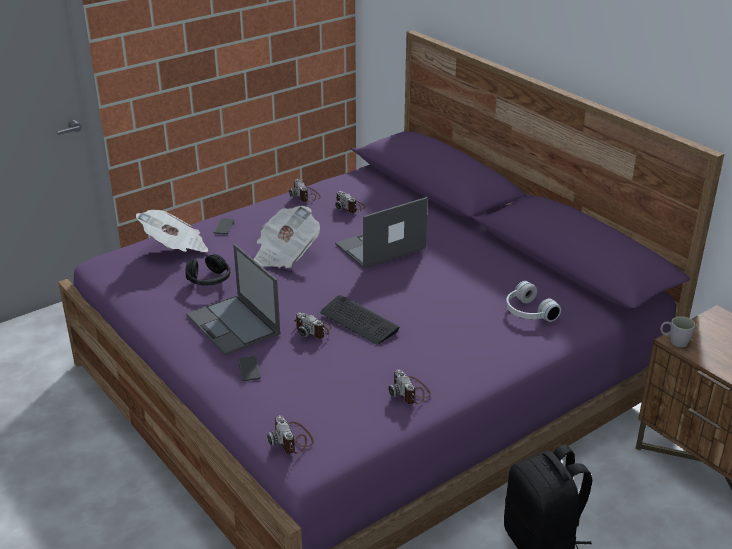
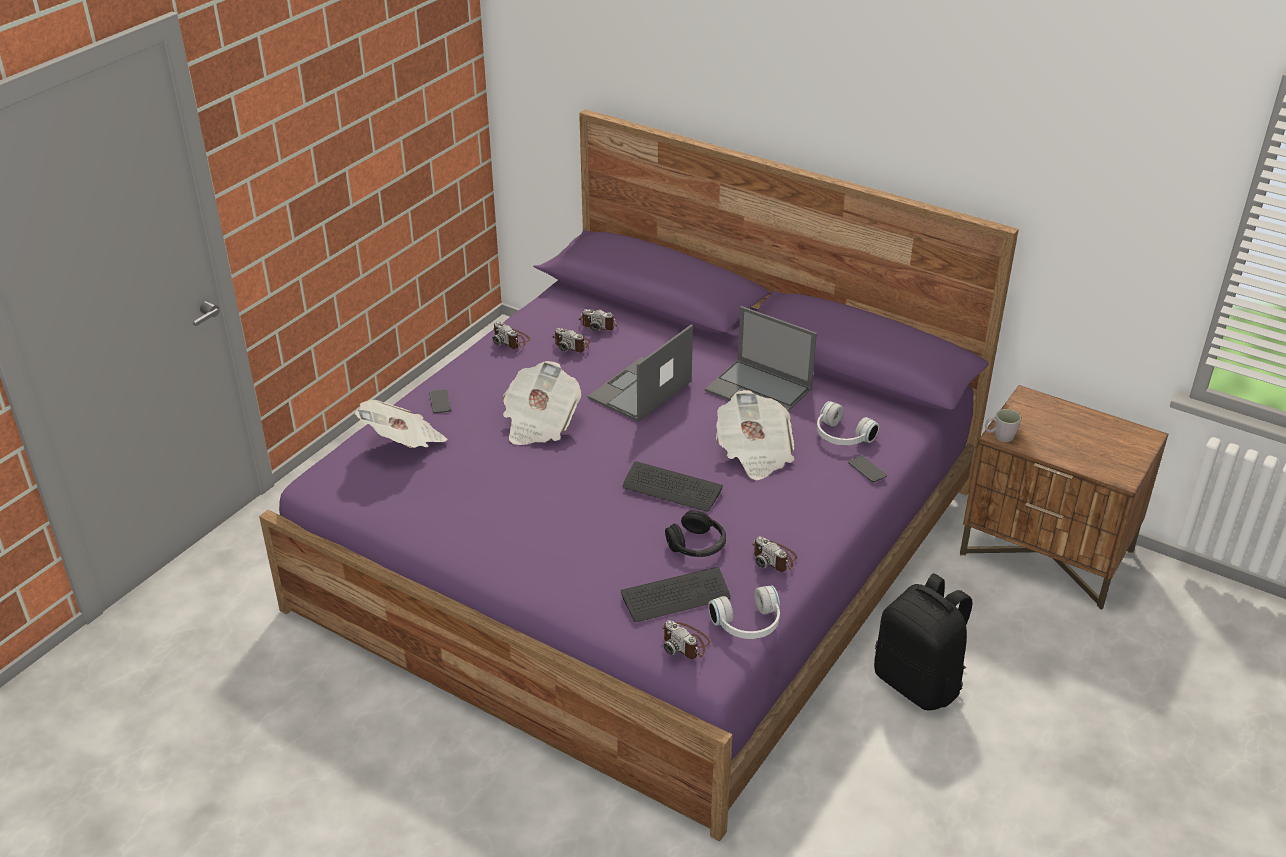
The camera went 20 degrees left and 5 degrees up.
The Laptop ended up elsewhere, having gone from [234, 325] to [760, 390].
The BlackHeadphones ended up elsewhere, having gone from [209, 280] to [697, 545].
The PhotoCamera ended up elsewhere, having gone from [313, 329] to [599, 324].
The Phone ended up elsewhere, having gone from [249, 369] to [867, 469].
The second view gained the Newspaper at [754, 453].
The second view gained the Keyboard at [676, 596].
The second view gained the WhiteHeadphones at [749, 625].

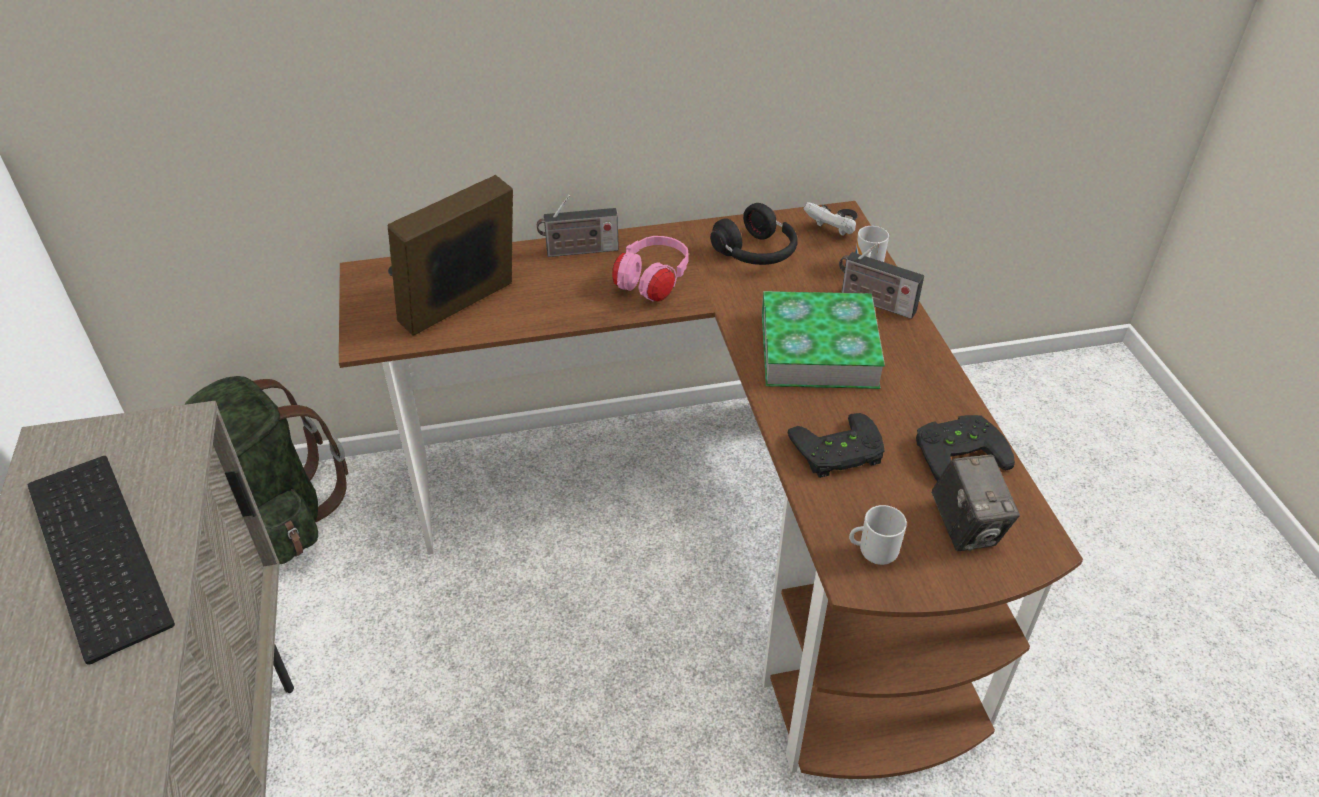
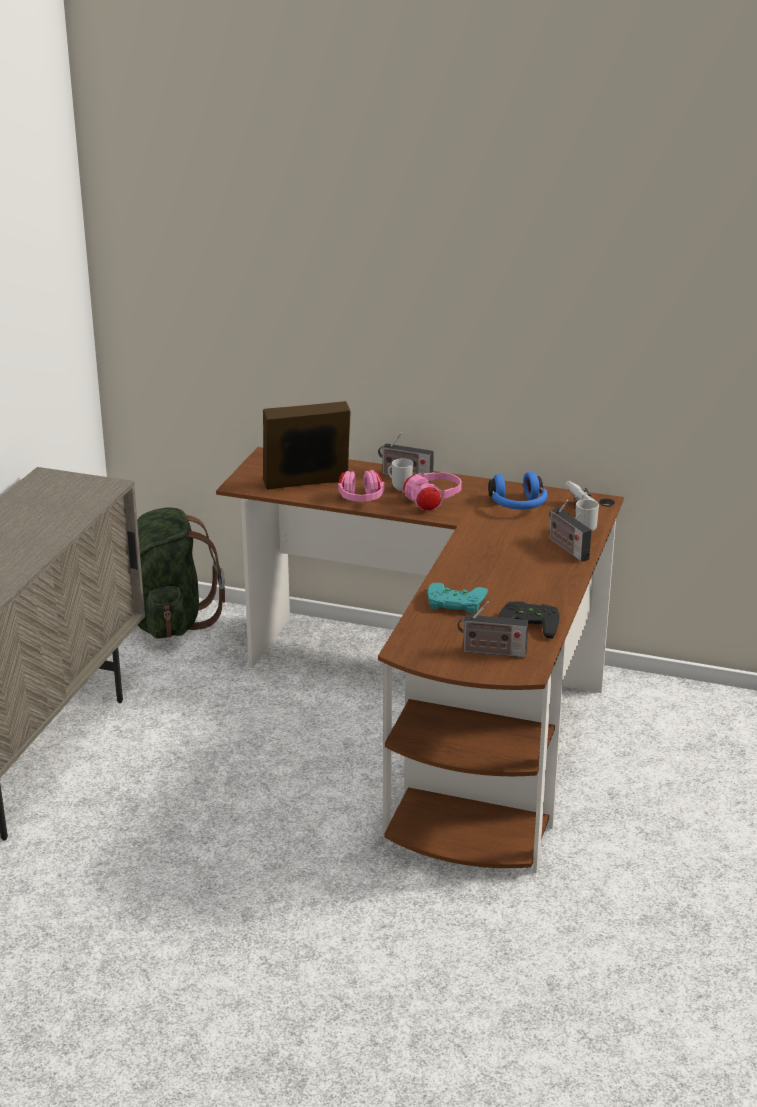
The camera went 30 degrees right and 15 degrees down.
What was the BlackHeadphones at [756, 254] turned into the BlueHeadphones at [518, 506].
The second view lost the Book at [818, 349].
What was the BlackGameController at [838, 454] turned into the TurquoiseGameController at [455, 603].
Where the PhotoCamera stood at [966, 527], the Radio came to stand at [491, 652].
The second view lost the Keyboard at [92, 553].
The Mug ended up elsewhere, having gone from [874, 553] to [401, 488].
The second view gained the PinkHeadphones at [361, 502].

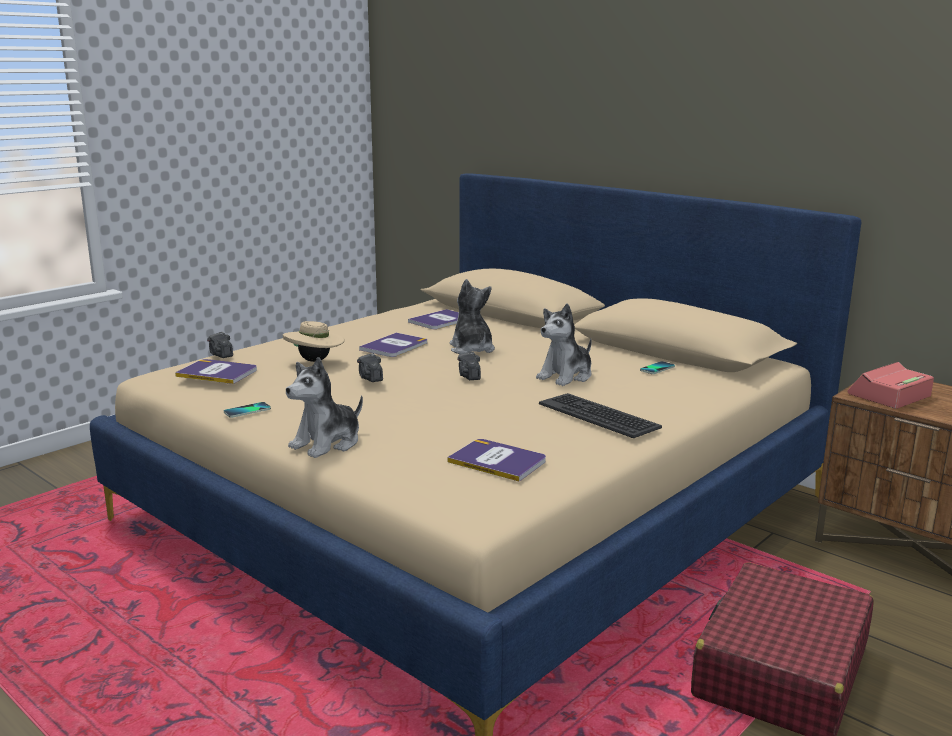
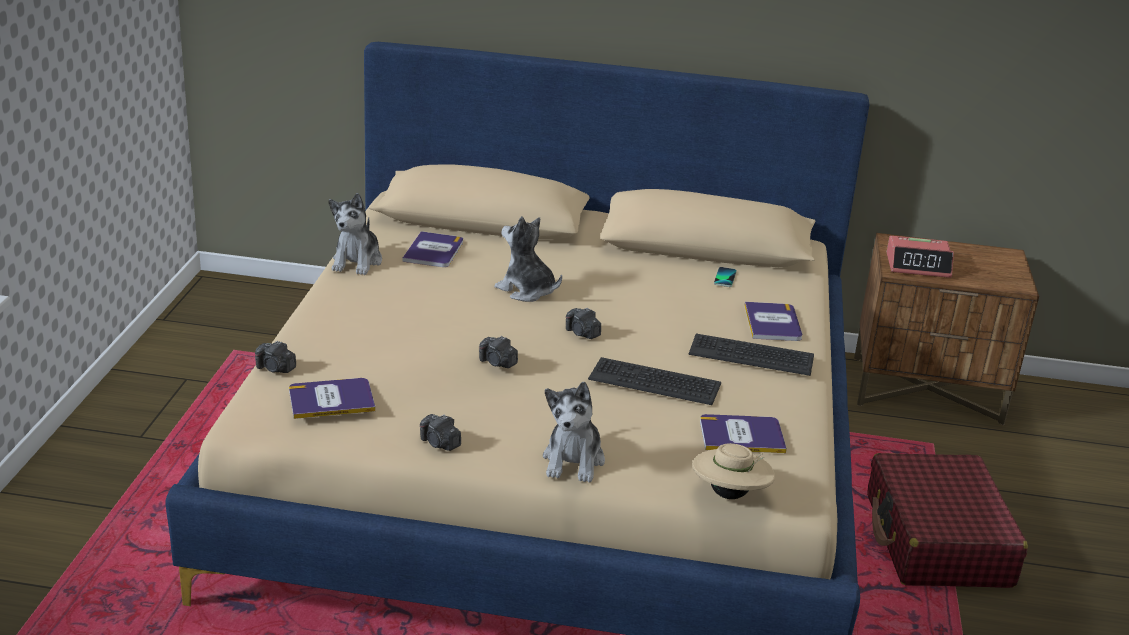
The camera went 35 degrees left and 10 degrees up.
The PlushToy ended up elsewhere, having gone from [566, 376] to [357, 261].
The BeigeHat ended up elsewhere, having gone from [315, 361] to [730, 495].
The Book ended up elsewhere, having gone from [394, 346] to [772, 323].
The AlarmClock at [889, 396] ended up facing another way, 105 degrees counterclockwise from before.
Where the Phone stood at [247, 411], the PhotoCamera came to stand at [439, 443].
The second view gained the Keyboard at [655, 382].

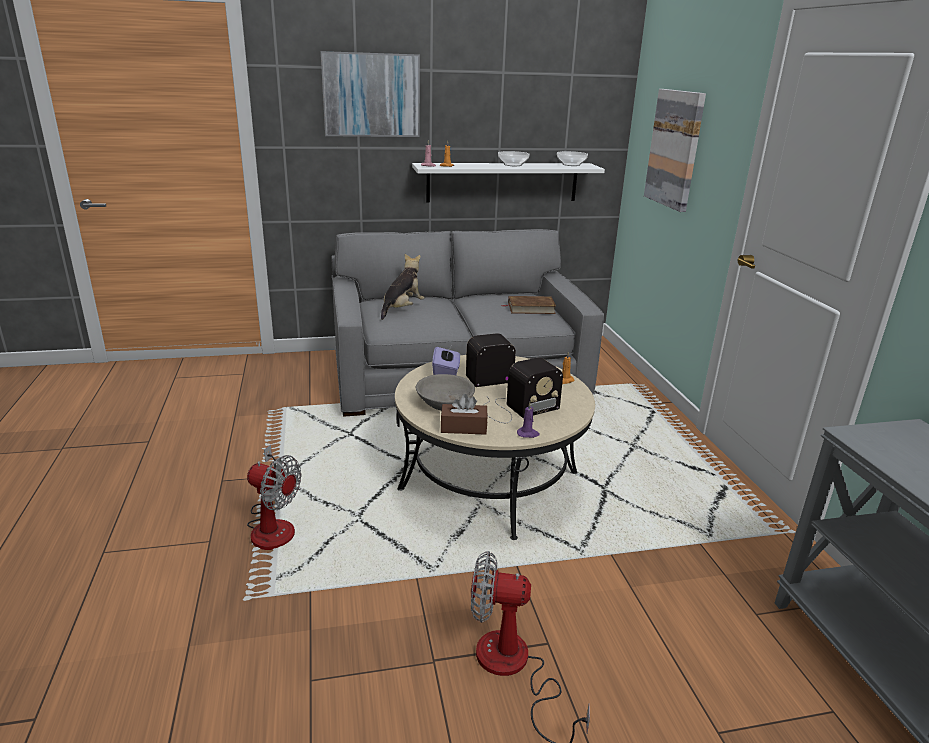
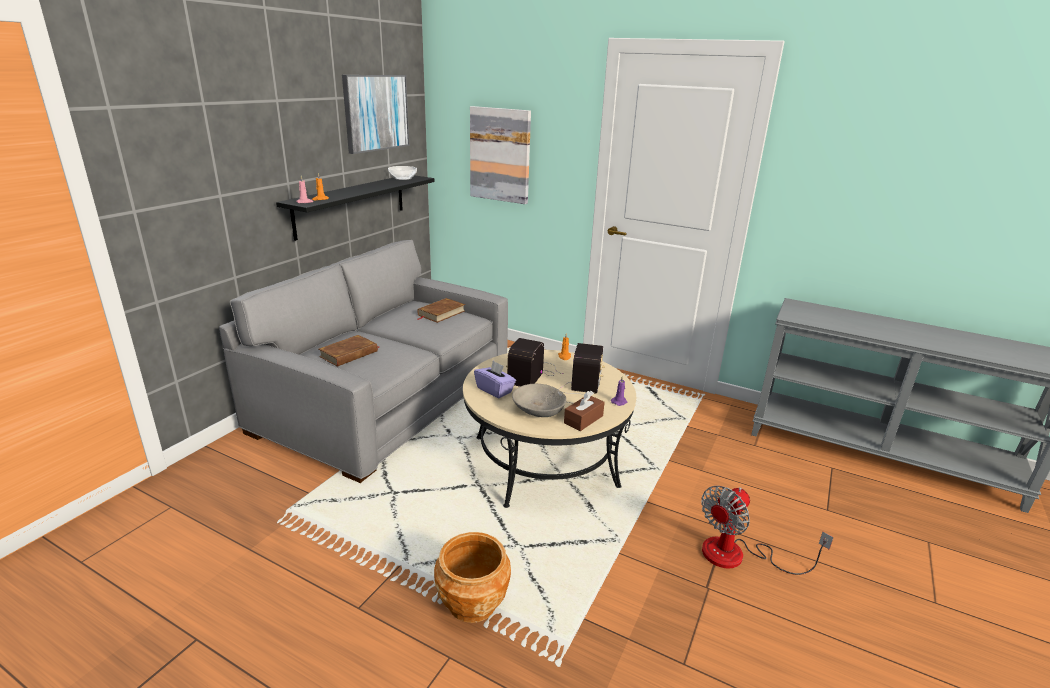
The camera went 50 degrees left and 0 degrees up.
The Picture ended up elsewhere, having gone from [371, 95] to [376, 112].
The second view lost the Bowl at [512, 165].
What was the WhiteShelf at [502, 182] turned into the BlackShelf at [351, 205].
Where the PlushToy stood at [402, 309], the BrownBook came to stand at [349, 354].
Where the Fan stood at [273, 525], the BrownPlanter came to stand at [472, 601].

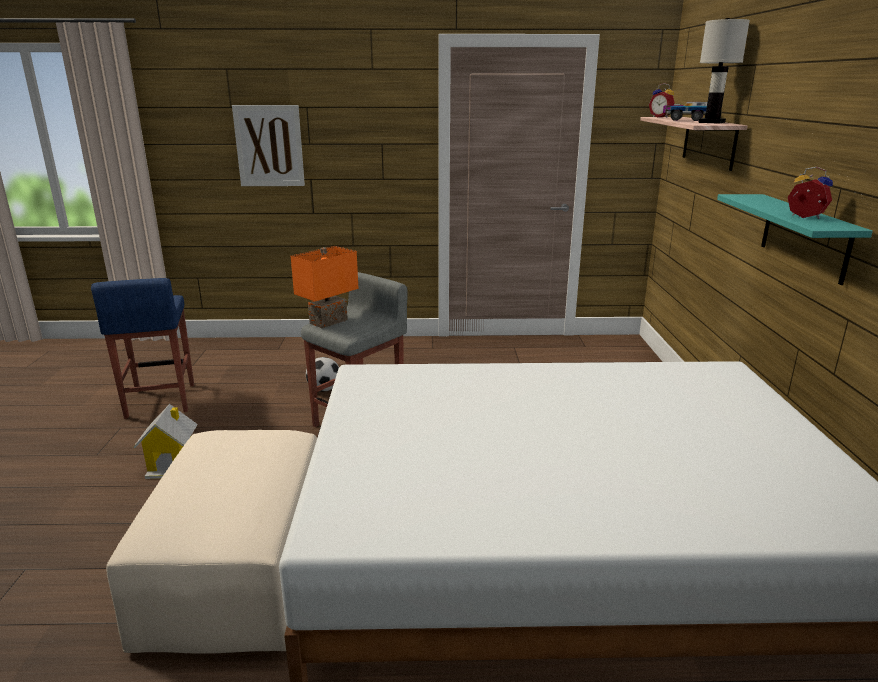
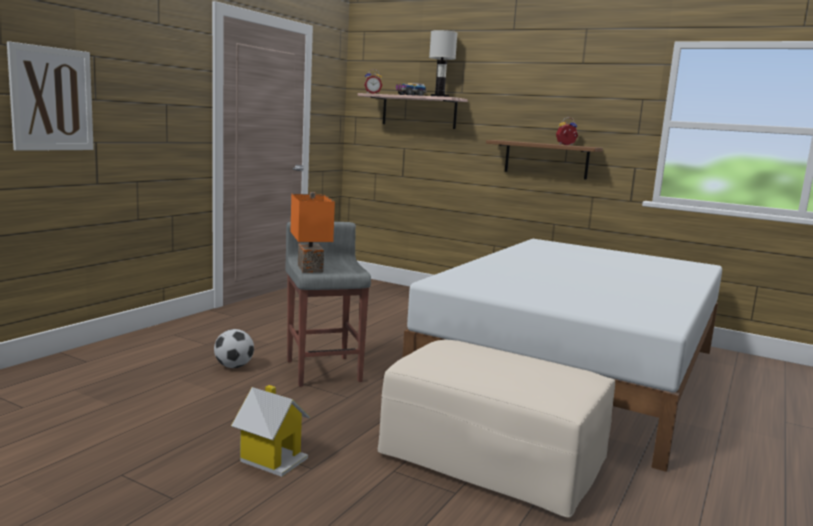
The camera went 60 degrees left and 10 degrees down.
What was the TurquoiseShelf at [804, 237] turned into the BrownShelf at [546, 159].
The second view lost the BlueStool at [160, 401].

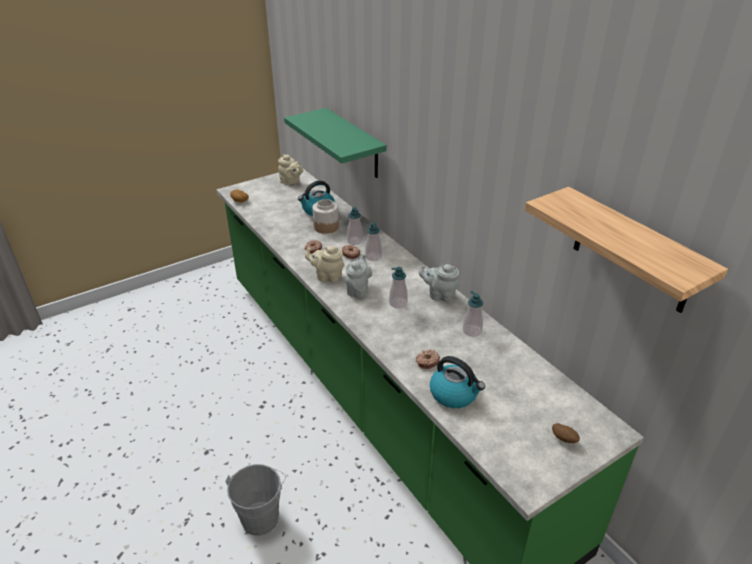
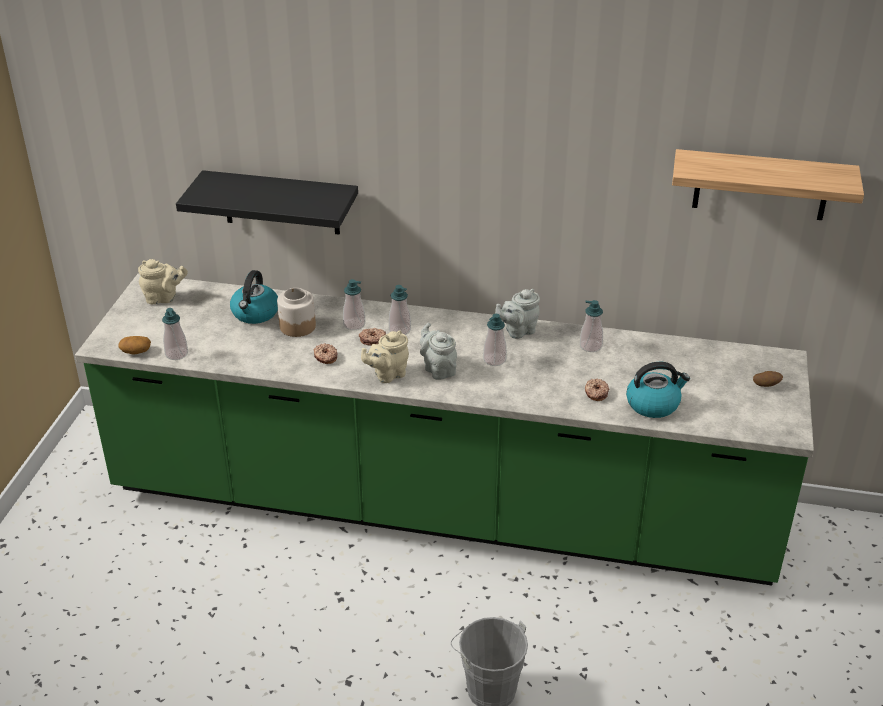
The camera went 45 degrees left and 0 degrees up.
What was the GreenShelf at [354, 144] turned into the BlackShelf at [281, 203].
The second view gained the SoapDispenser at [176, 354].

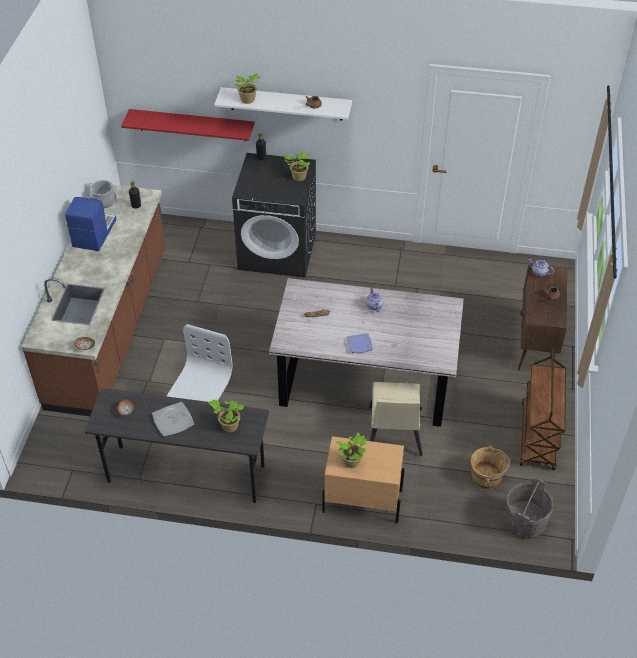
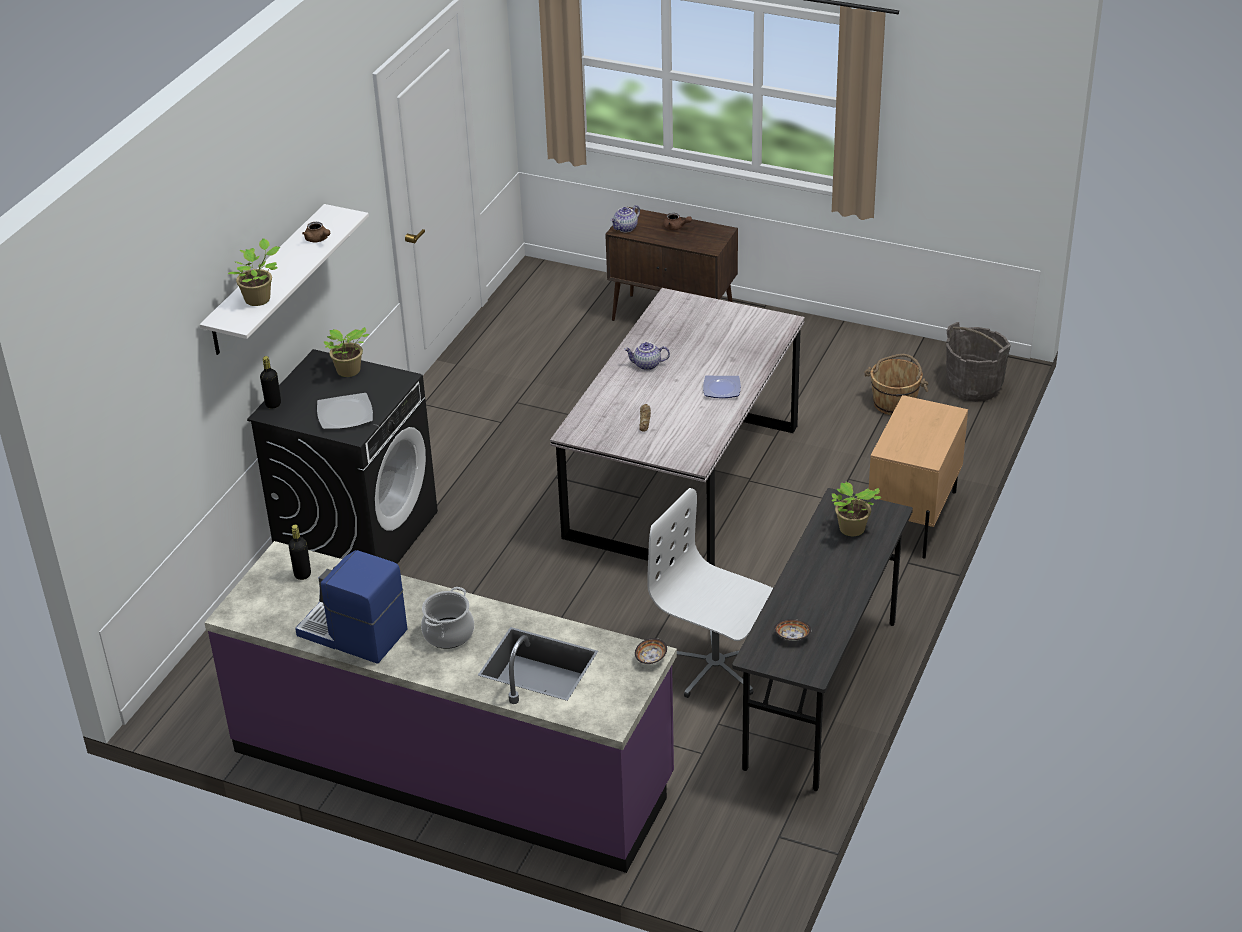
The camera went 75 degrees left and 10 degrees down.
The second view lost the RedShelf at [192, 125].
The CookingPot ended up elsewhere, having gone from [104, 201] to [448, 633].
What was the BrownCounter at [110, 328] turned into the PurpleCounter at [452, 766].
The second view lost the BrownCart at [538, 437].
The second view lost the BeigeChair at [393, 435].
The Plate ended up elsewhere, having gone from [172, 420] to [344, 414].
The second view lost the PottedPlant at [352, 462].

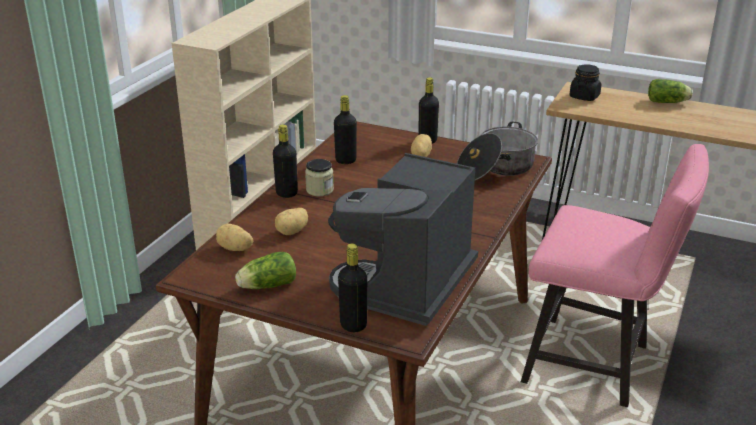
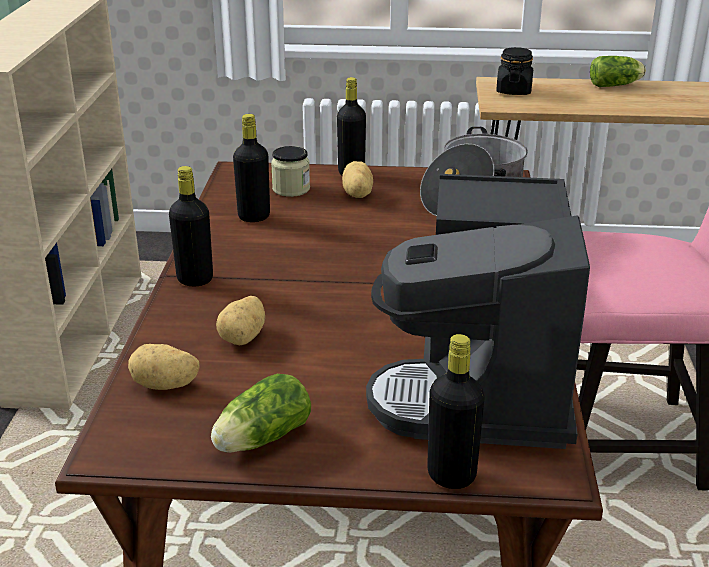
The camera went 20 degrees left and 0 degrees up.
The Jar ended up elsewhere, having gone from [319, 190] to [291, 189].

